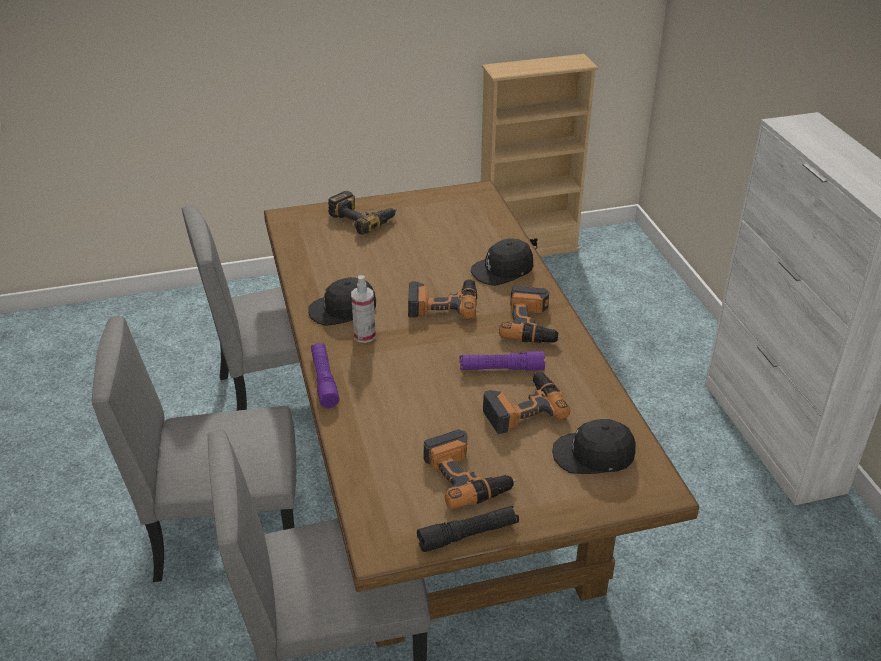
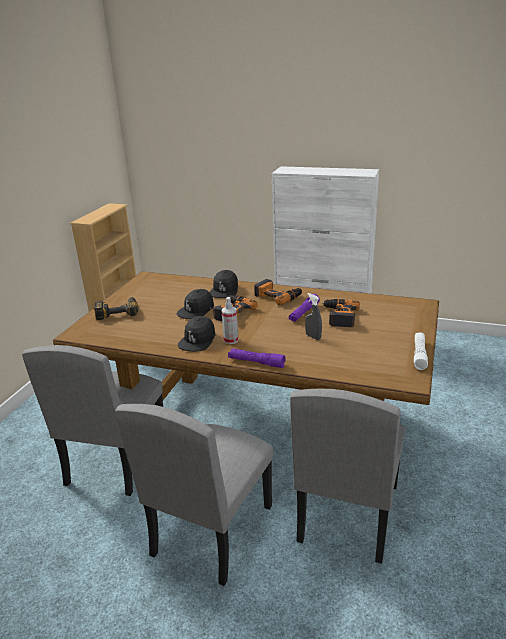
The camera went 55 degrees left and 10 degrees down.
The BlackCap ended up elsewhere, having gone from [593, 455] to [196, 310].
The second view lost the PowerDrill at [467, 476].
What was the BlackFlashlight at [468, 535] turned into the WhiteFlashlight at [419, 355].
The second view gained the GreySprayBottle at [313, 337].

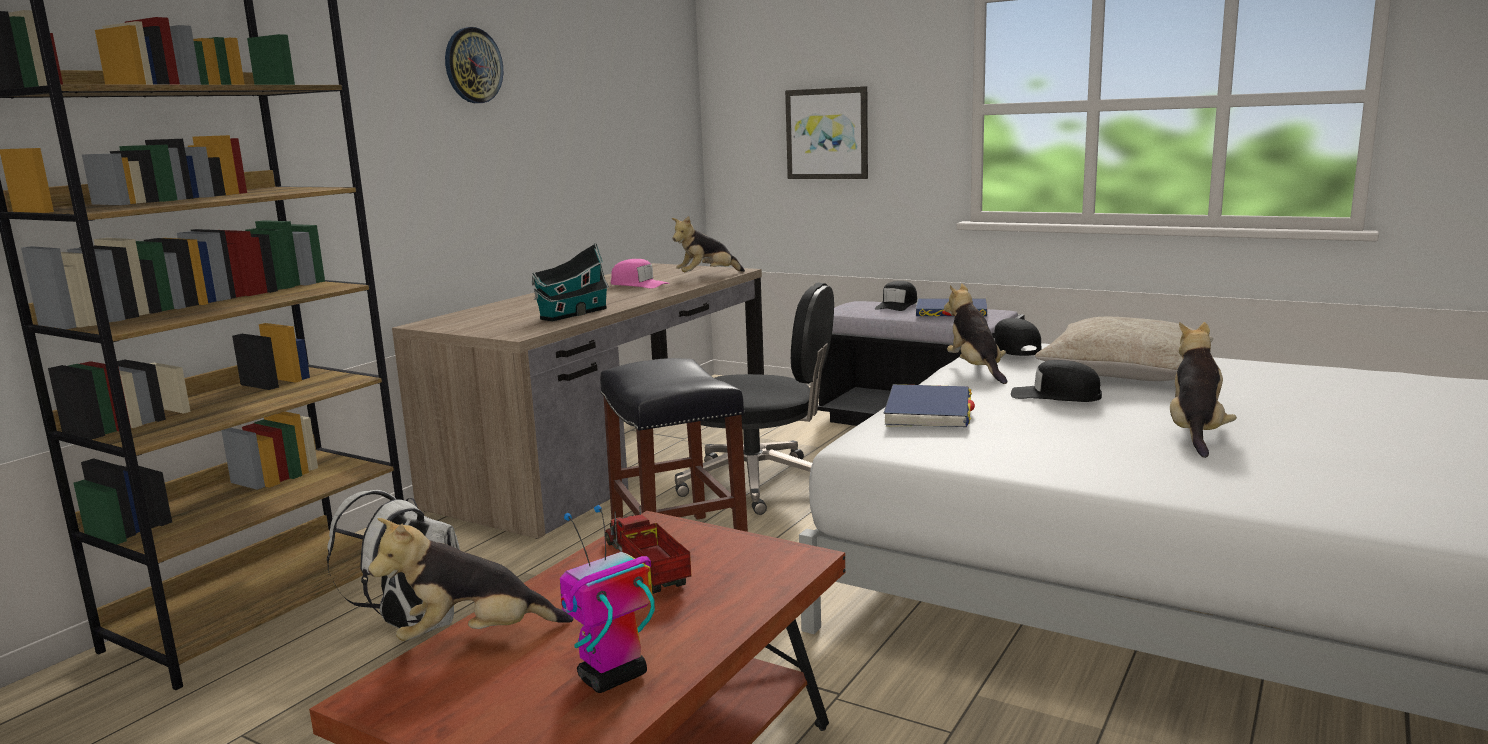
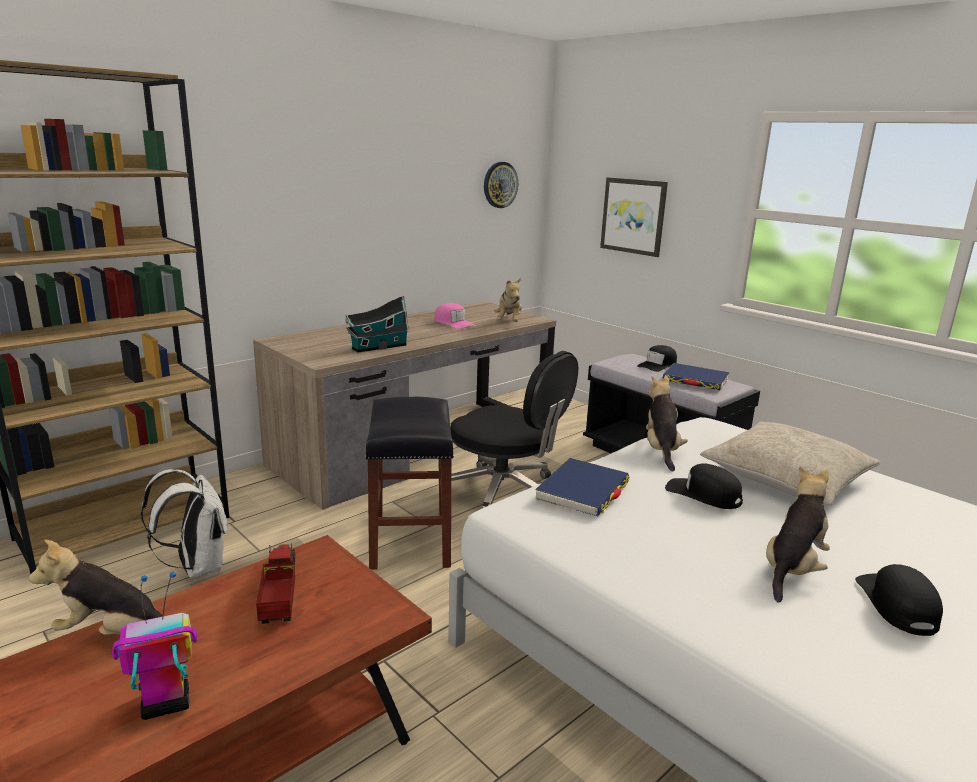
The camera went 15 degrees right and 5 degrees up.
The WallClock ended up elsewhere, having gone from [473, 65] to [500, 185].
The PlushToy at [707, 276] ended up facing another way, 75 degrees counterclockwise from before.
The BlackCap ended up elsewhere, having gone from [1012, 348] to [896, 605].

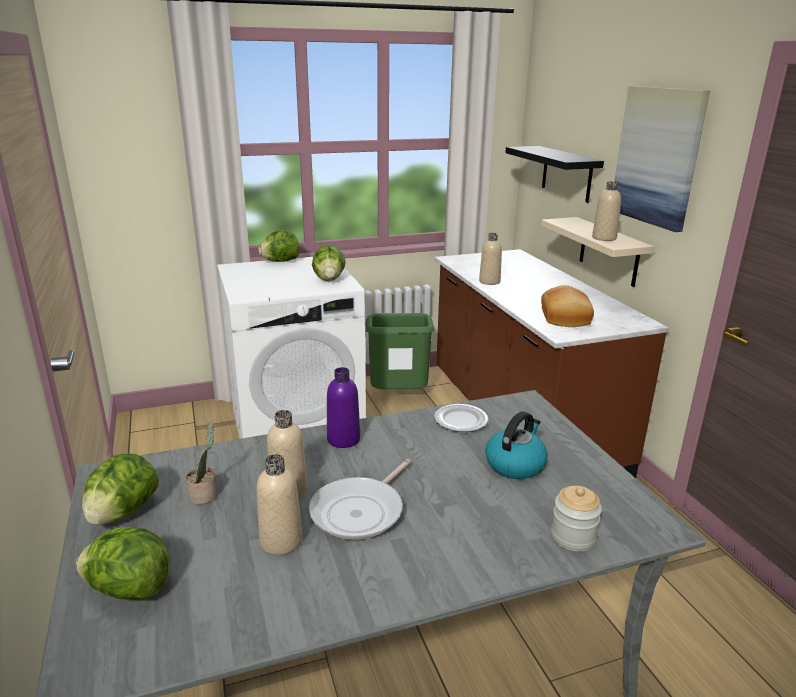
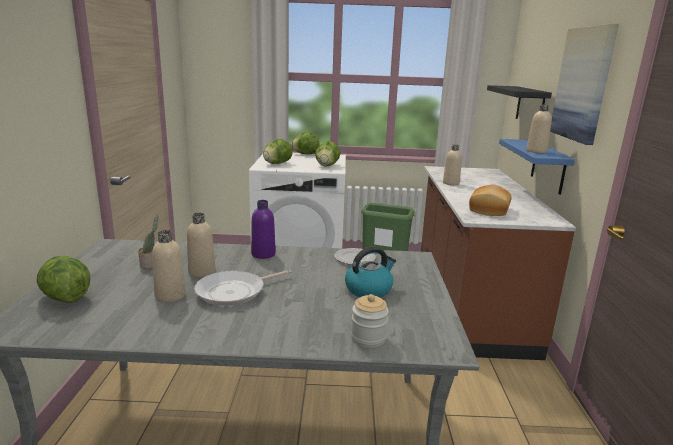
The camera went 20 degrees right and 5 degrees down.
What was the BeigeShelf at [609, 252] turned into the BlueShelf at [548, 166].
The Lettuce ended up elsewhere, having gone from [123, 513] to [277, 163].

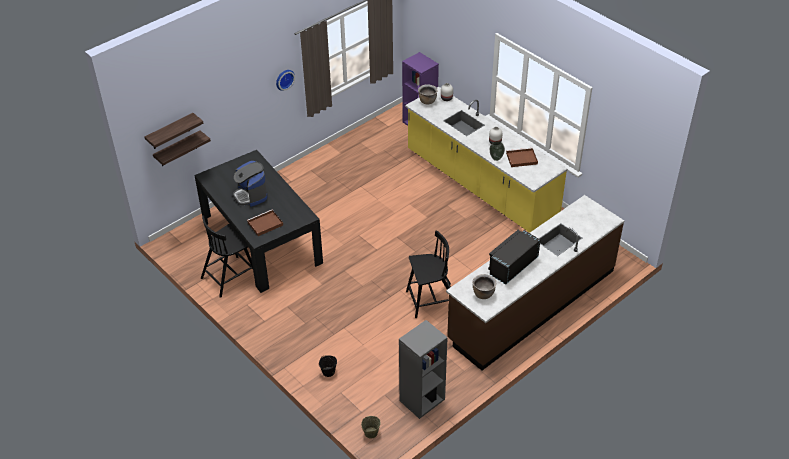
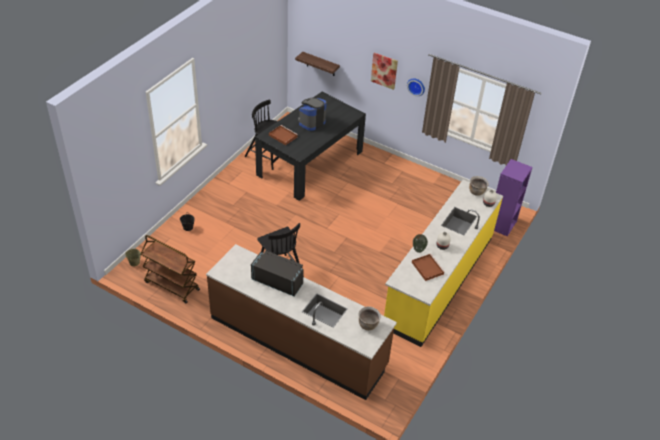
The camera went 70 degrees right and 0 degrees up.
The second view lost the Shelf at [170, 132].
The BrownCookingPot ended up elsewhere, having gone from [483, 294] to [368, 325].
Where the GreyBookcase stood at [422, 400], the BrownCart came to stand at [171, 286].
The second view gained the Picture at [384, 70].

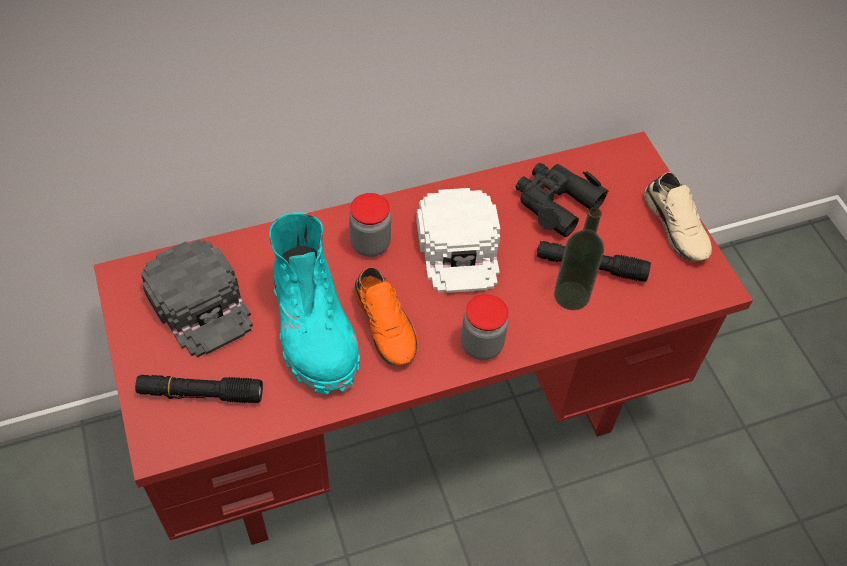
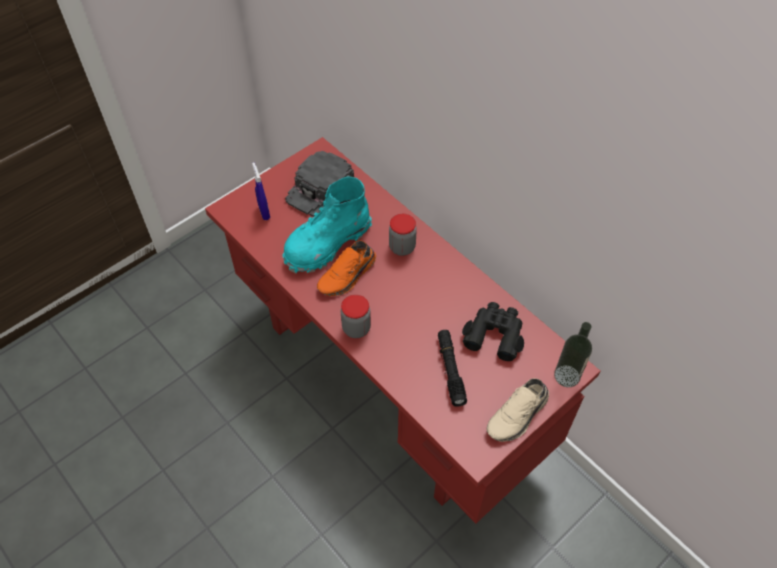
The camera went 70 degrees right and 0 degrees up.
The second view lost the WhiteCap at [459, 247].
The Bottle ended up elsewhere, having gone from [571, 295] to [567, 376].
Where the BlackFlashlight stood at [200, 393], the BlueSprayBottle came to stand at [264, 212].

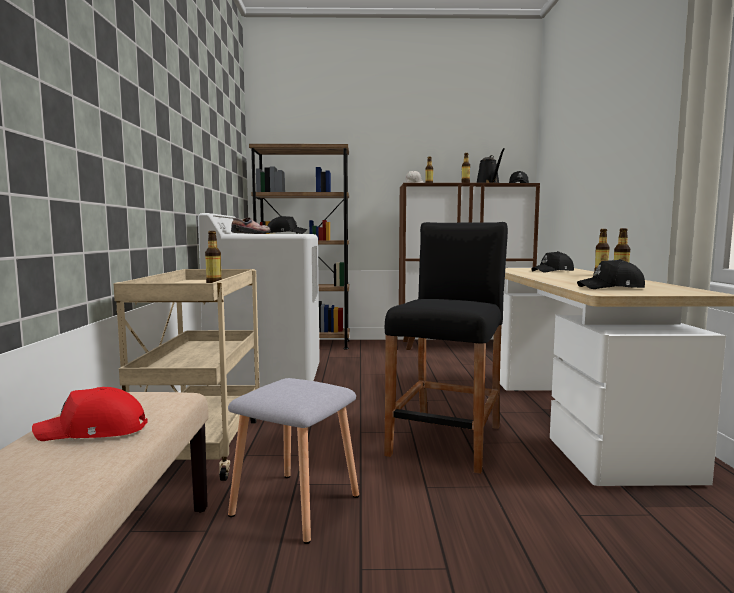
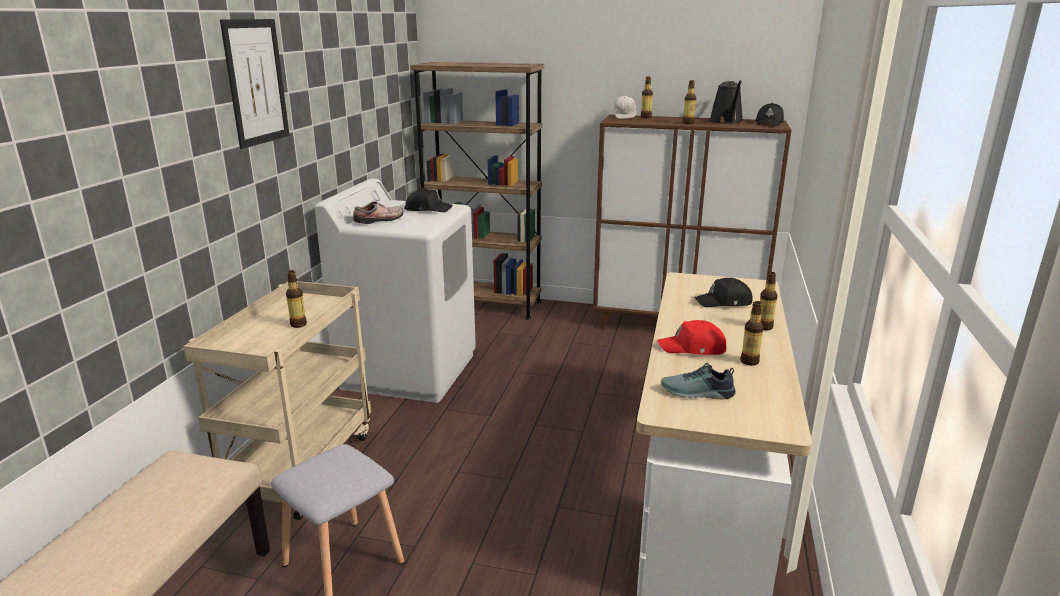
The camera went 15 degrees right and 15 degrees up.
The second view lost the BlackStool at [447, 440].
Where the BlackCap stood at [612, 288], the Shoe came to stand at [697, 393].
The RedCap ended up elsewhere, having gone from [93, 431] to [693, 348].
The second view gained the Picture at [256, 82].

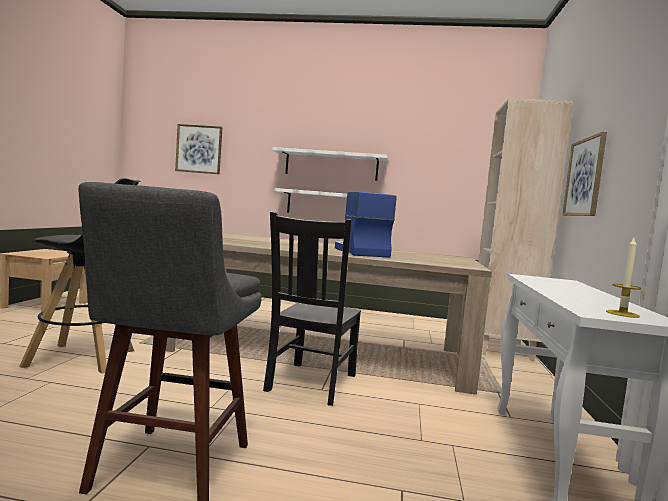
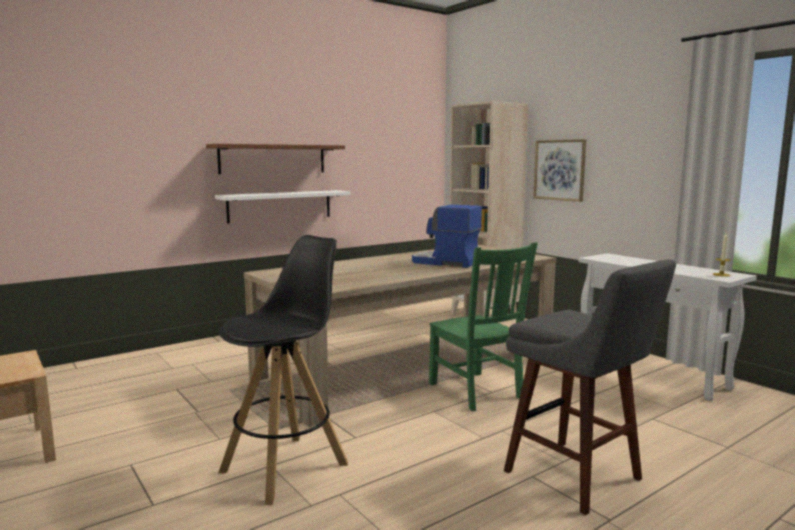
The camera went 45 degrees left and 5 degrees up.
The second view lost the Picture at [199, 149].
What was the WhiteShelf at [331, 165] turned into the BrownShelf at [273, 159].
What was the BlackChair at [310, 384] turned into the GreenChair at [477, 392].

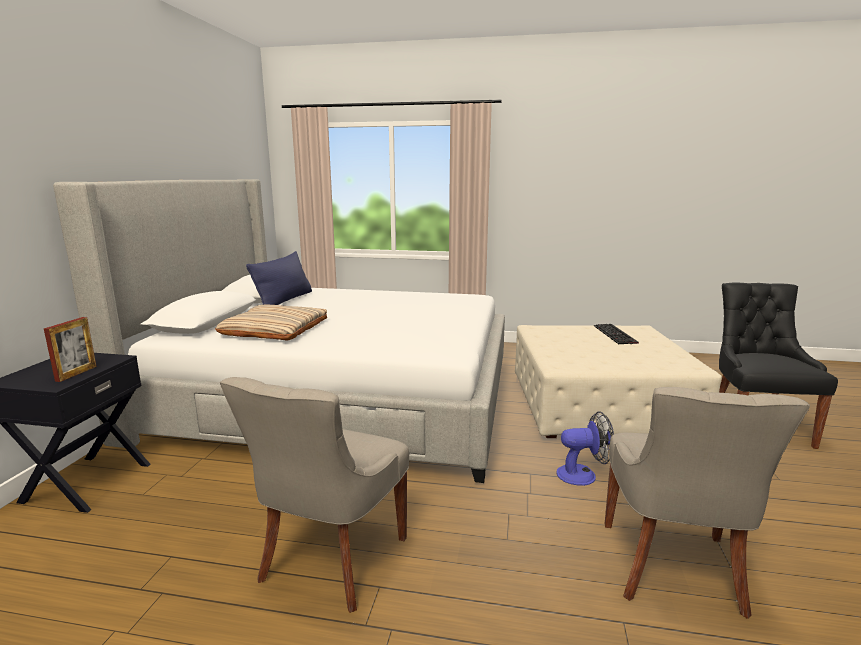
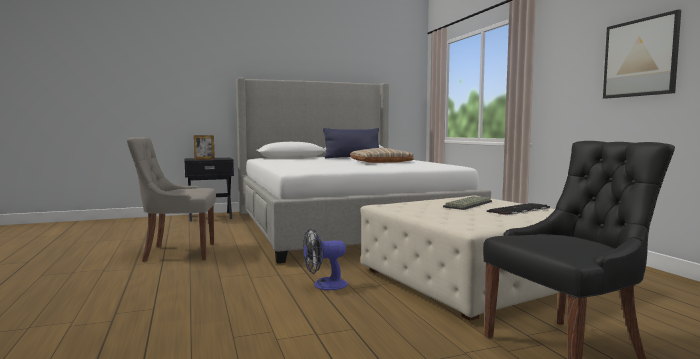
The camera went 60 degrees right and 10 degrees down.
The BeigePillow ended up elsewhere, having gone from [275, 329] to [380, 161].
The second view lost the GreyChair at [673, 569].
The Fan at [583, 474] ended up facing another way, 105 degrees clockwise from before.
The second view gained the Picture at [640, 58].
The second view gained the Keyboard at [469, 204].

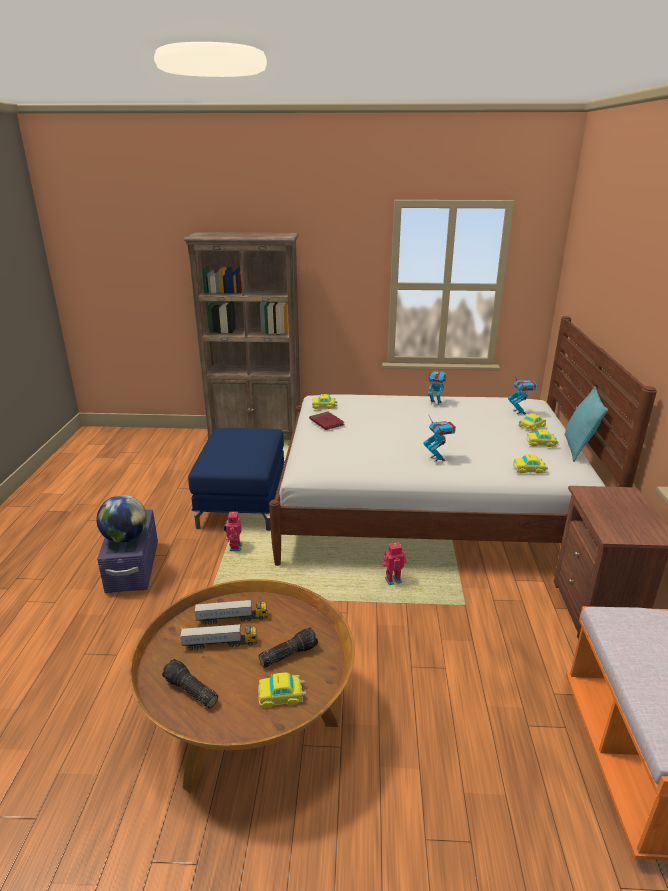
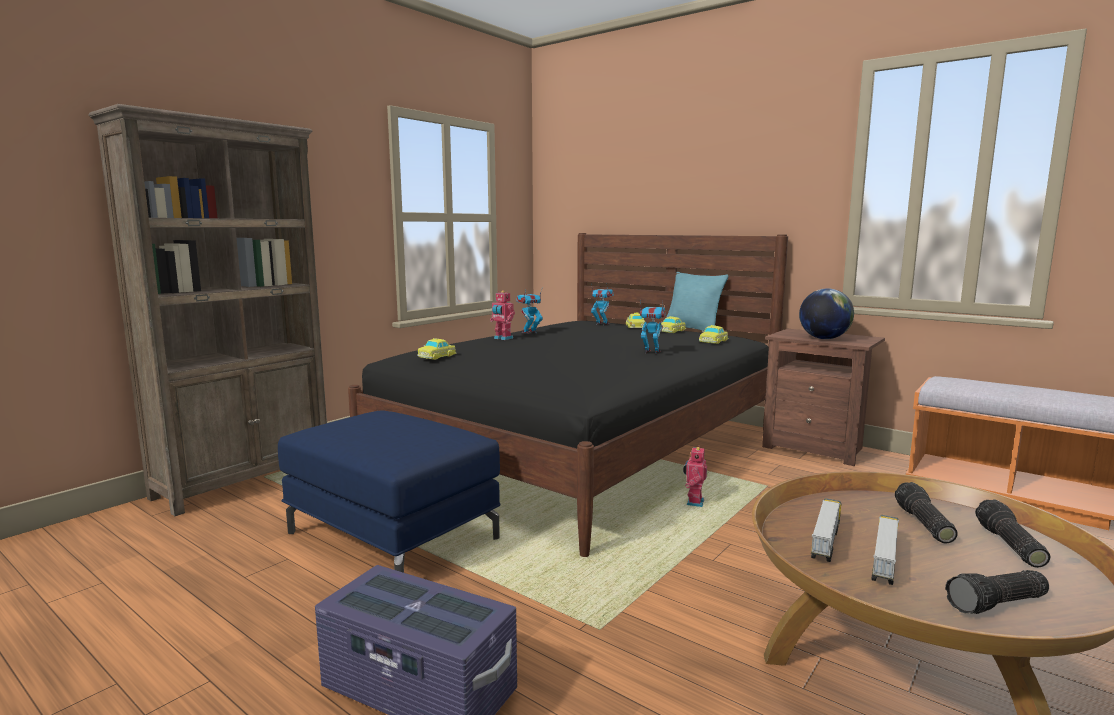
The camera went 55 degrees left and 15 degrees down.
What was the WhiteBed at [427, 506] turned into the BlackBed at [582, 449].
The second view lost the RedBook at [326, 422].
The Globe ended up elsewhere, having gone from [125, 538] to [824, 338].
The ToyRobot ended up elsewhere, having gone from [234, 548] to [502, 338].
Where the ToyCar stood at [282, 694], the Flashlight came to stand at [1008, 545].

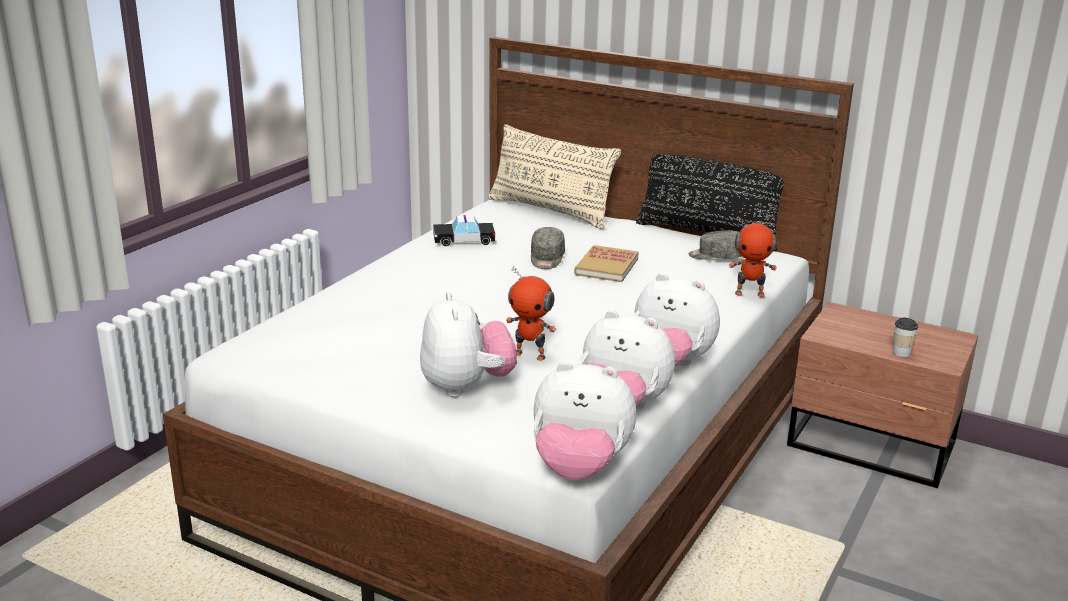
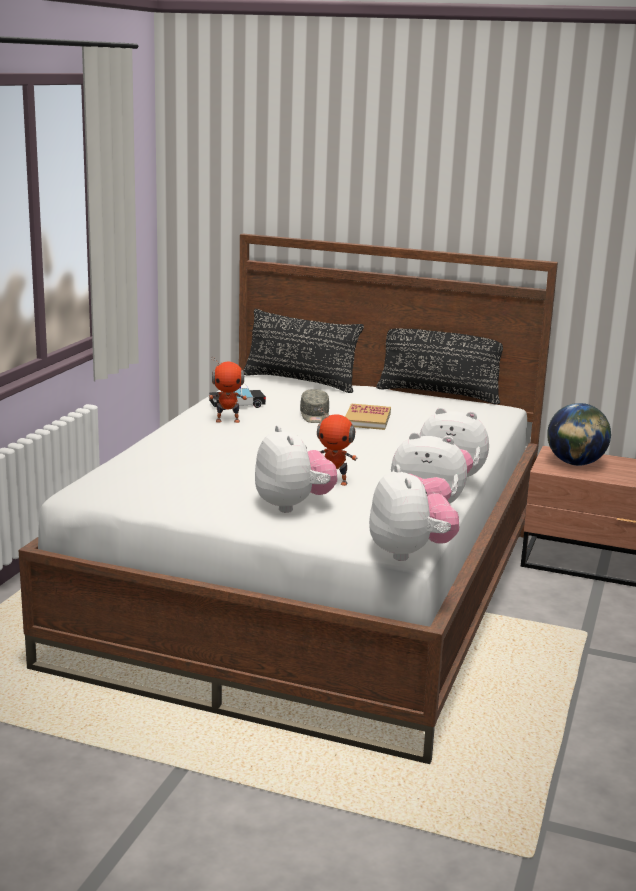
The camera went 10 degrees left and 5 degrees down.
What was the BeigePillow at [550, 211] turned into the BlackPillow at [300, 382].
The ToyRobot ended up elsewhere, having gone from [749, 293] to [228, 420].
The second view lost the GreyCap at [715, 256].
The second view lost the Cup at [901, 353].
The PlushToy at [579, 468] ended up facing another way, 105 degrees counterclockwise from before.
The second view gained the Globe at [575, 463].

